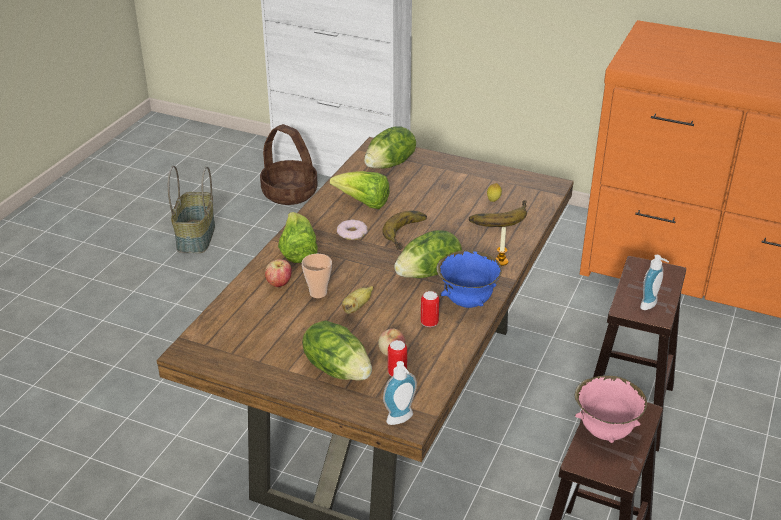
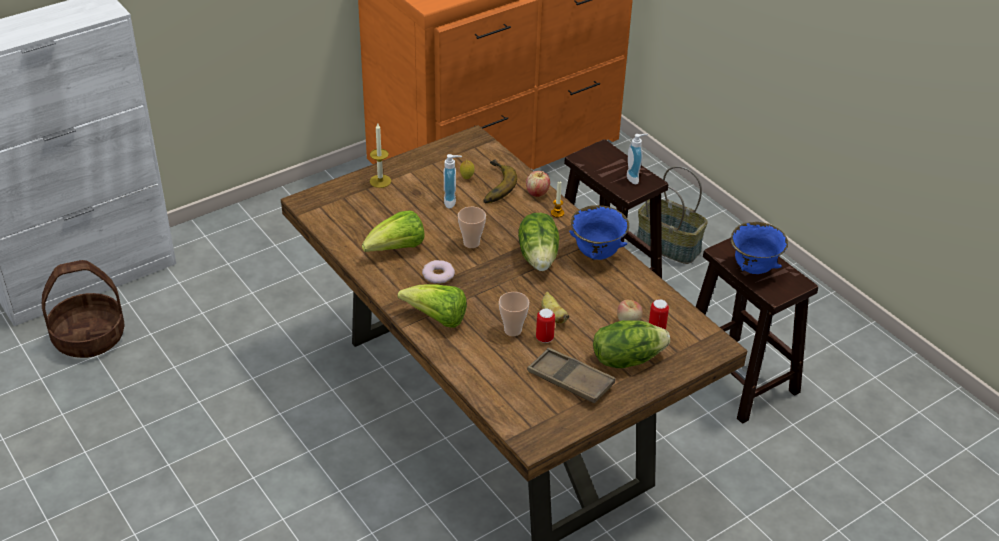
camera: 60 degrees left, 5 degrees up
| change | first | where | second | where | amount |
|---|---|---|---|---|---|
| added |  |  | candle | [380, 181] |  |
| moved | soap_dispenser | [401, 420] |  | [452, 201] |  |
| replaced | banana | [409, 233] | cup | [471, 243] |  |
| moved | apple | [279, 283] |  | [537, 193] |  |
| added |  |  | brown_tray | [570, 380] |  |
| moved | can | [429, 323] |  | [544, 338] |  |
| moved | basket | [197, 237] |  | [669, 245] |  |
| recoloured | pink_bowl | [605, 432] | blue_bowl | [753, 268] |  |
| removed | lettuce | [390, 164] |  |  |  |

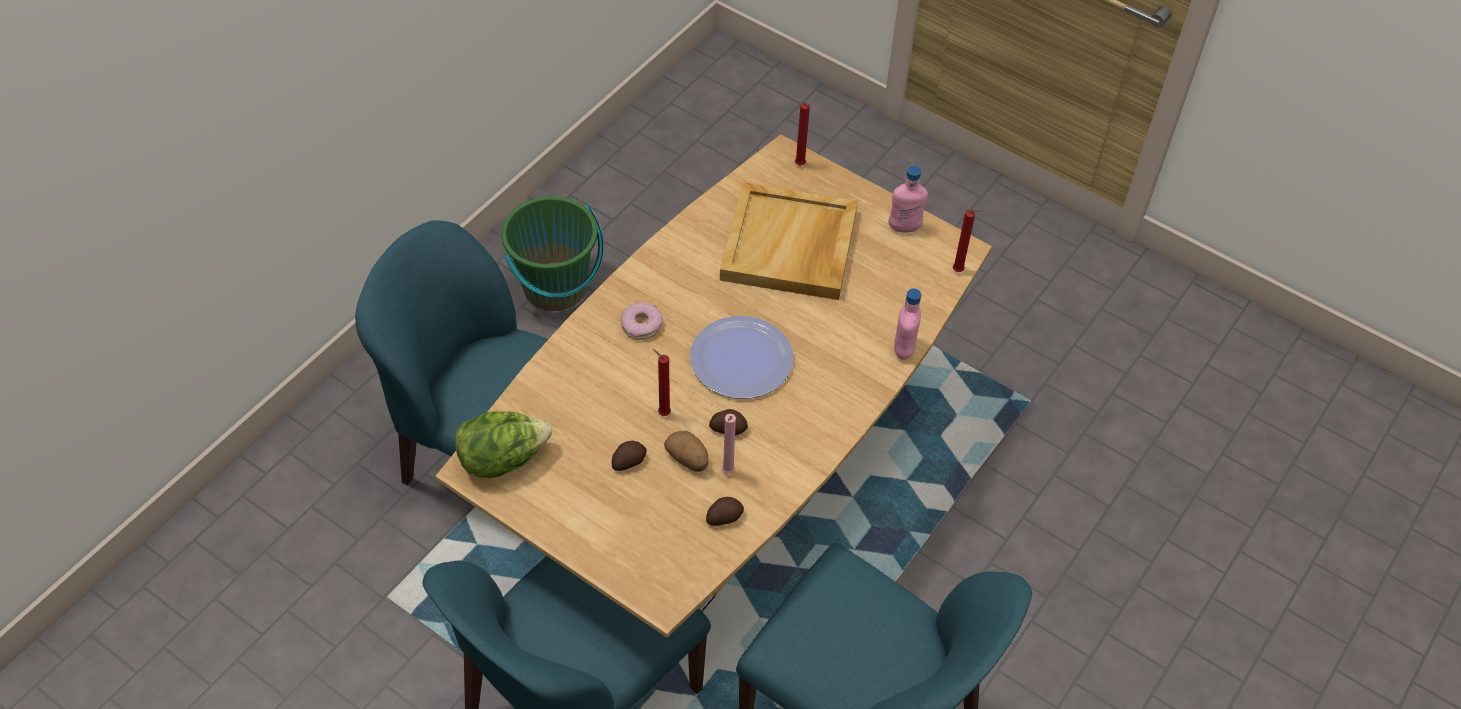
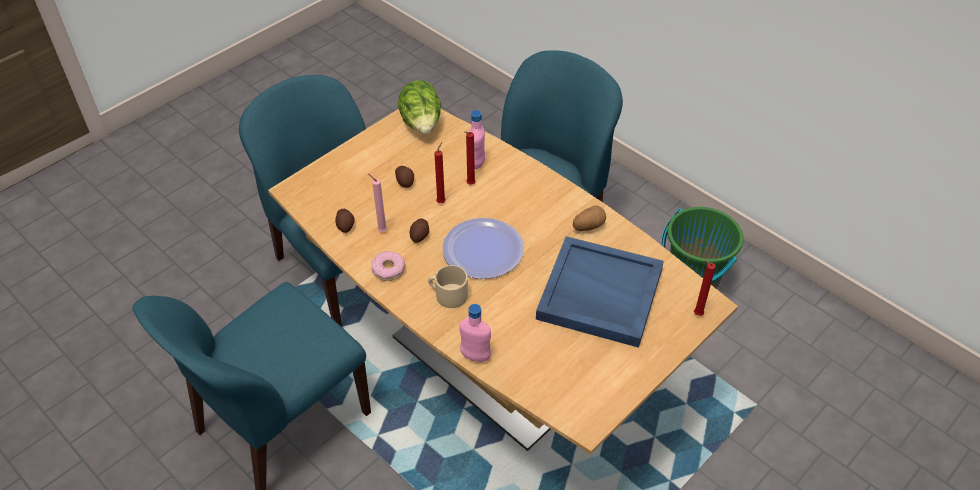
camera: 100 degrees right, 5 degrees down
| change | first | where | second | where | amount |
|---|---|---|---|---|---|
| moved | donut | [641, 325] |  | [388, 270] |  |
| added |  |  | beige_mug | [447, 294] |  |
| moved | red_candle | [959, 272] |  | [469, 185] |  |
| moved | pink_bottle | [904, 227] |  | [477, 162] |  |
| recoloured | beige_tray | [790, 246] | blue_tray | [598, 294] |  |
| moved | potato | [688, 459] |  | [588, 226] |  |

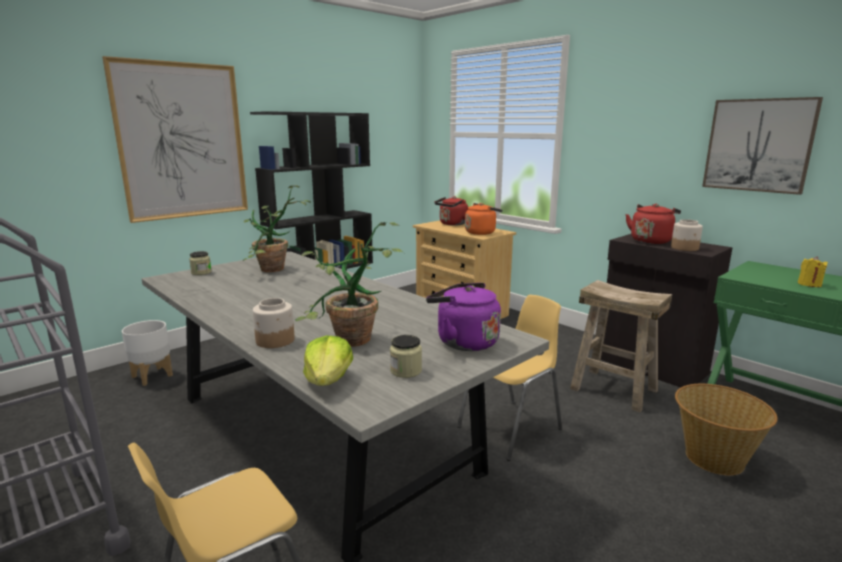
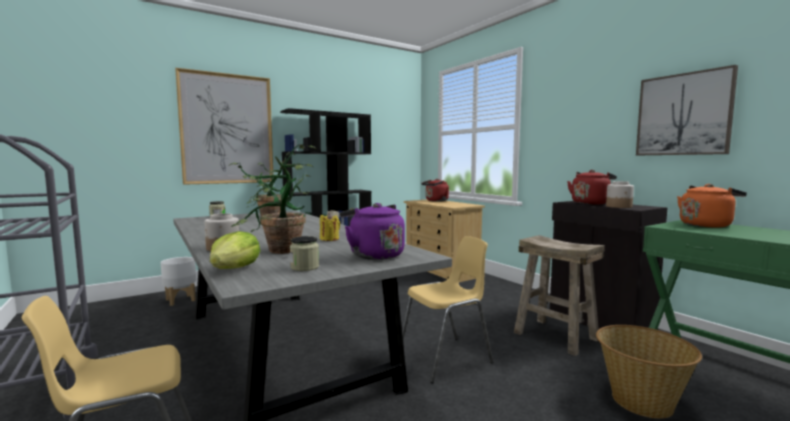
camera: 10 degrees right, 10 degrees down
| change | first | where | second | where | amount |
|---|---|---|---|---|---|
| moved | yellow_candle | [809, 284] |  | [329, 239] |  |
| moved | orange_kettle | [481, 232] |  | [706, 225] |  |

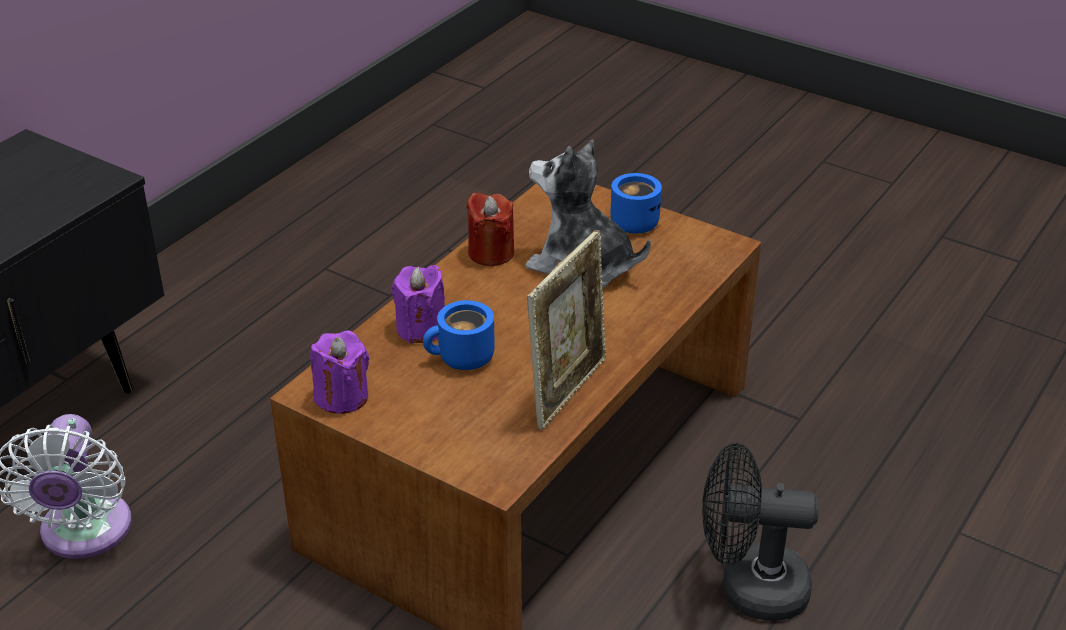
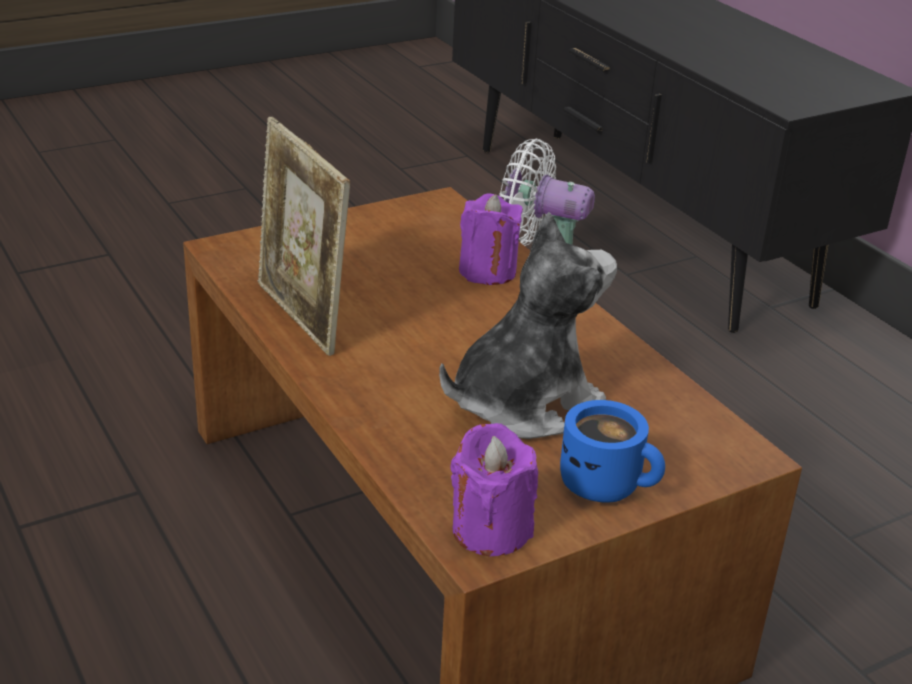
camera: 115 degrees right, 5 degrees down
| change | first | where | second | where | amount |
|---|---|---|---|---|---|
| moved | purple_candle | [342, 397] |  | [490, 530] |  |
| removed | blue_mug | [462, 359] |  |  |  |
| removed | red_candle | [491, 253] |  |  |  |
| removed | black_fan | [749, 588] |  |  |  |

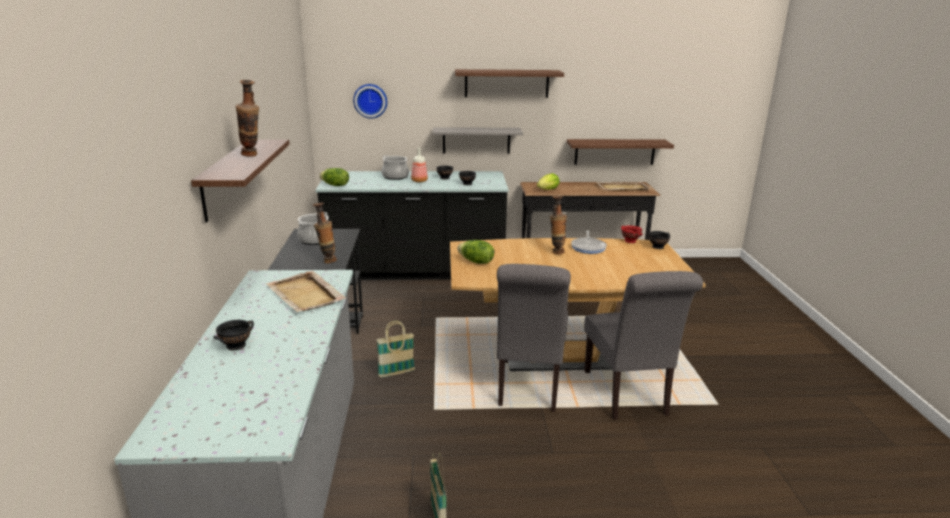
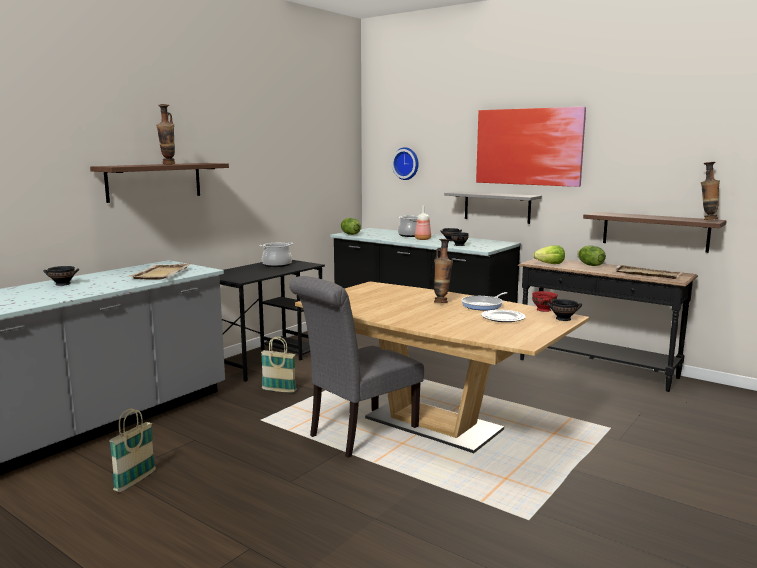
camera: 40 degrees right, 10 degrees down
| change | first | where | second | where | amount |
|---|---|---|---|---|---|
| replaced | shelf | [506, 83] | picture | [528, 147] |  |
| added |  |  | plate | [502, 318] |  |
| moved | lettuce | [476, 262] |  | [589, 265] |  |
| moved | vase | [327, 261] |  | [707, 220] |  |
| removed | grey_chair | [628, 396] |  |  |  |

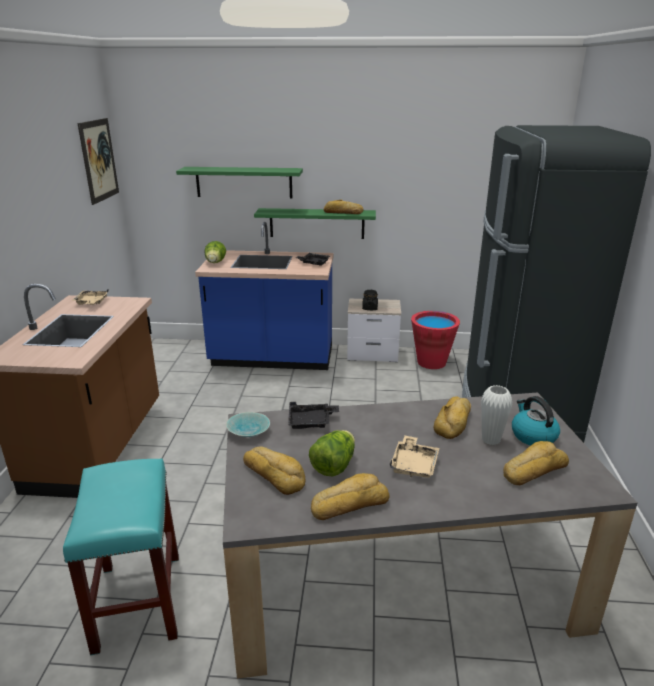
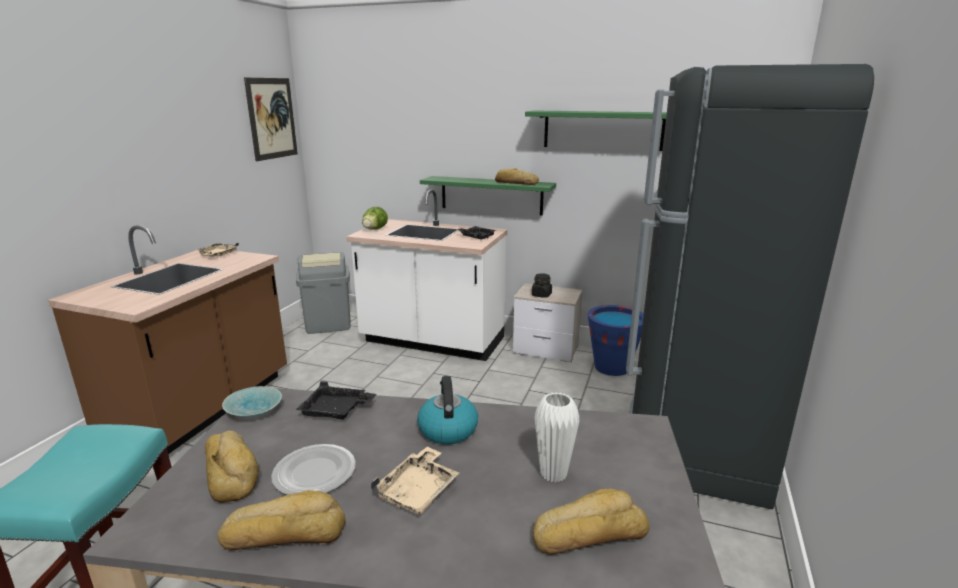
camera: 15 degrees right, 5 degrees down
| change | first | where | second | where | amount |
|---|---|---|---|---|---|
| replaced | lettuce | [334, 466] | plate | [313, 473] |  |
| added |  |  | grey_trash_can | [328, 324] |  |
| recoloured | blue_counter | [272, 359] | white_counter | [432, 342] |  |
| moved | kettle | [532, 435] |  | [447, 429] |  |
| moved | green_shelf | [244, 182] |  | [602, 130] |  |
| recoloured | red_bucket | [431, 362] | blue_bucket | [612, 367] |  |
| removed | bread | [454, 422] |  |  |  |

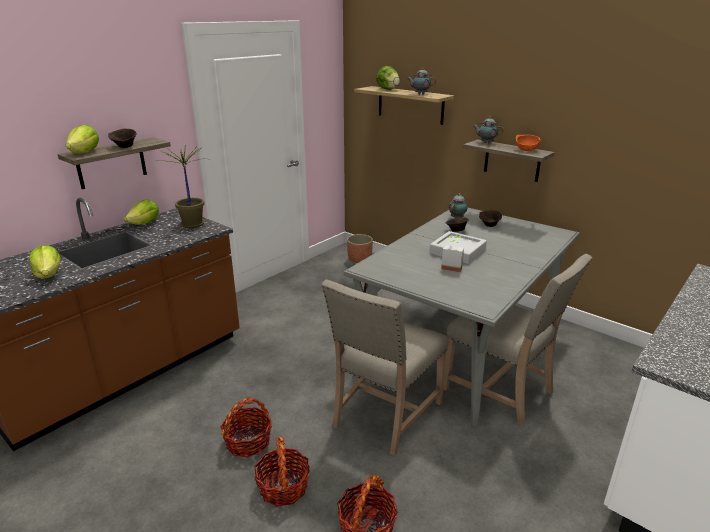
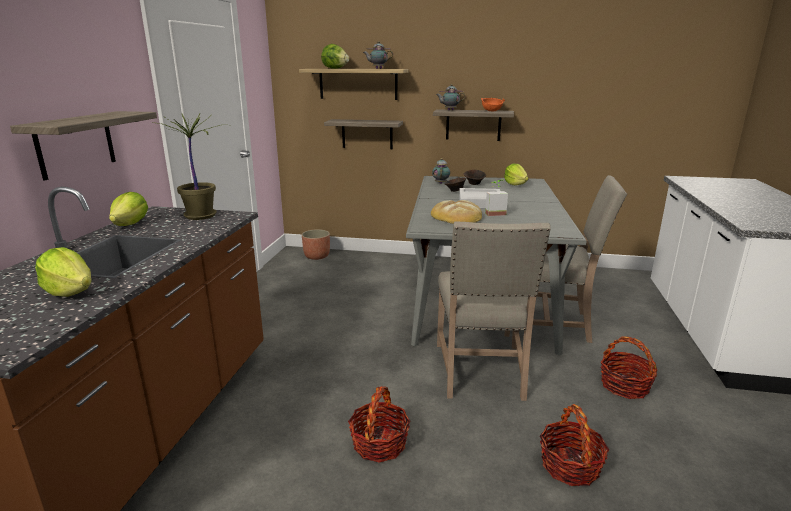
camera: 30 degrees left, 5 degrees down
| change | first | where | second | where | amount |
|---|---|---|---|---|---|
| added |  |  | shelf | [367, 134] |  |
| added |  |  | bread | [457, 217] |  |
| moved | lettuce | [85, 152] |  | [515, 184] |  |
| moved | basket | [283, 487] |  | [624, 386] |  |
| removed | brown_bowl | [125, 147] |  |  |  |

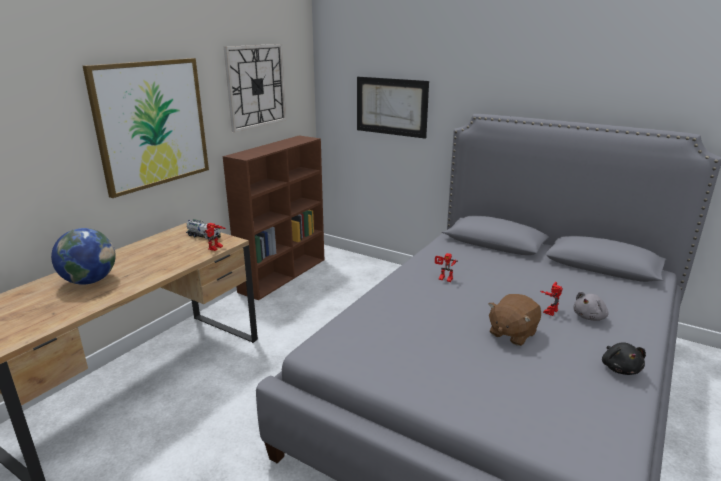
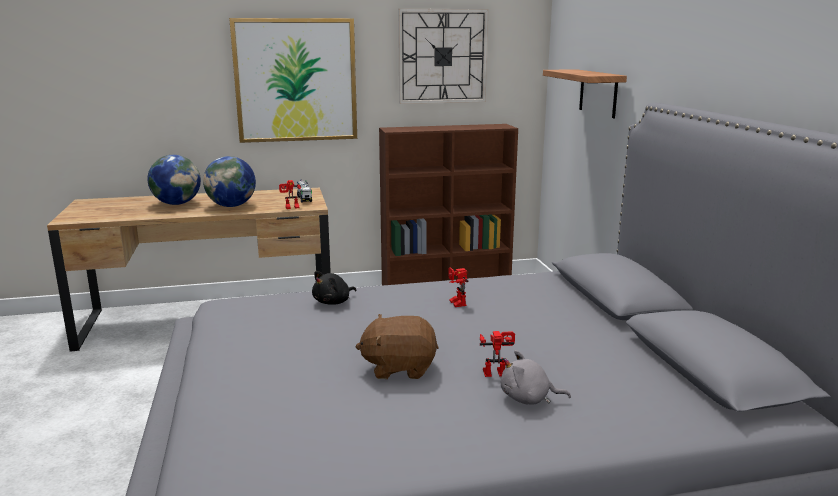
camera: 45 degrees right, 5 degrees down
| change | first | where | second | where | amount |
|---|---|---|---|---|---|
| added |  |  | globe | [232, 206] |  |
| moved | black_plush_toy | [620, 368] |  | [333, 302] |  |
| replaced | picture | [391, 106] | shelf | [598, 93] |  |

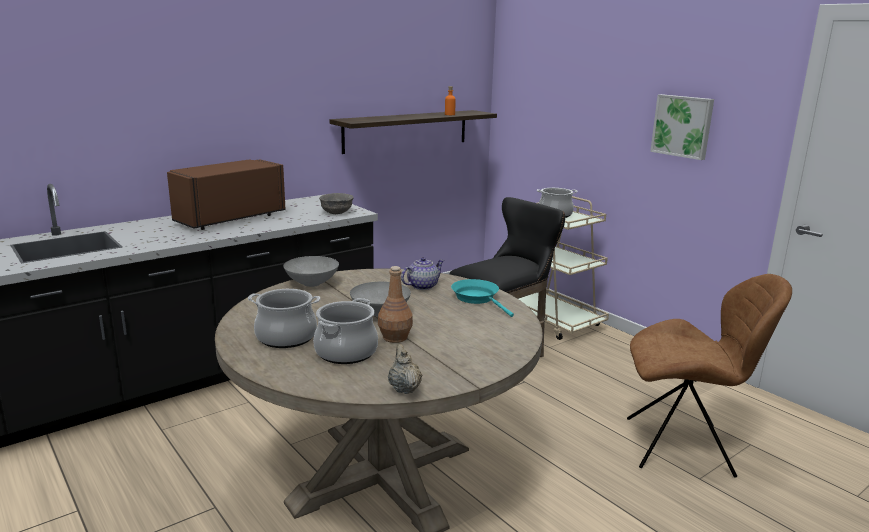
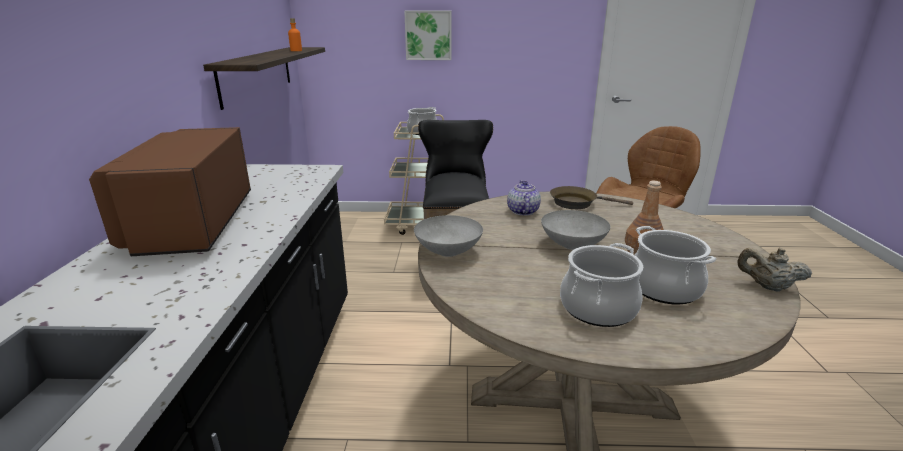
camera: 50 degrees left, 5 degrees up
| change | first | where | second | where | amount |
|---|---|---|---|---|---|
| moved | picture | [682, 126] |  | [428, 35] |  |
| recoloured | turquoise_frying_pan | [477, 298] | brown_frying_pan | [577, 203] |  |
| removed | grey_bowl | [337, 212] |  |  |  |

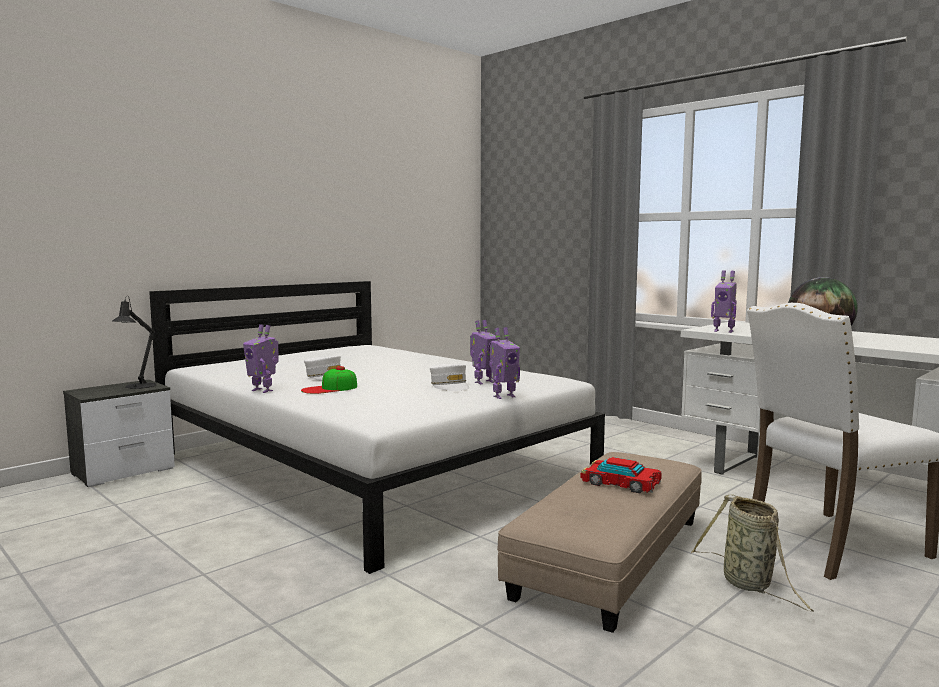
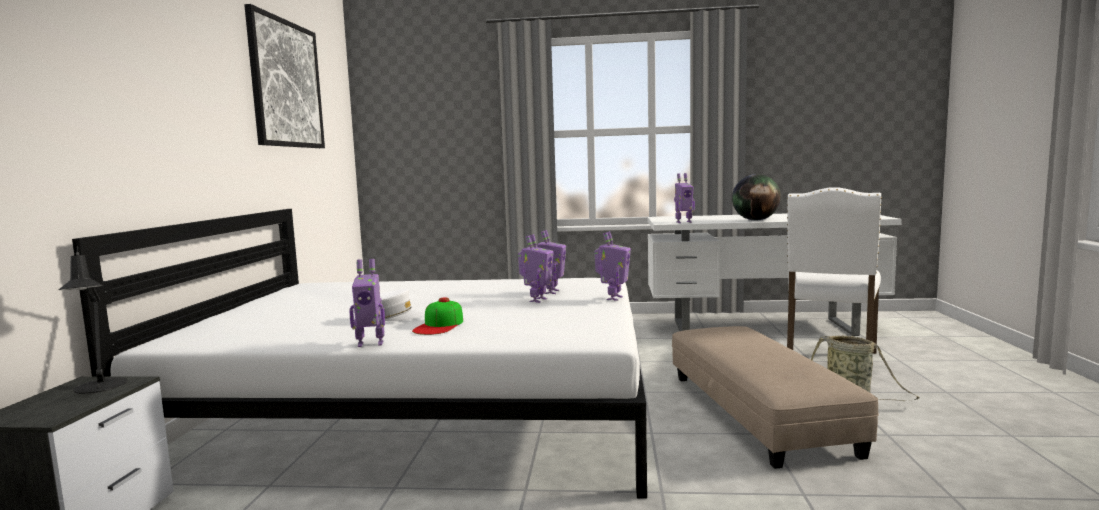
camera: 40 degrees left, 0 degrees up
| change | first | where | second | where | amount |
|---|---|---|---|---|---|
| added |  |  | picture | [286, 84] |  |
| replaced | white_cap | [450, 386] | toy_robot | [537, 300] |  |
| removed | toy_car | [620, 483] |  |  |  |

